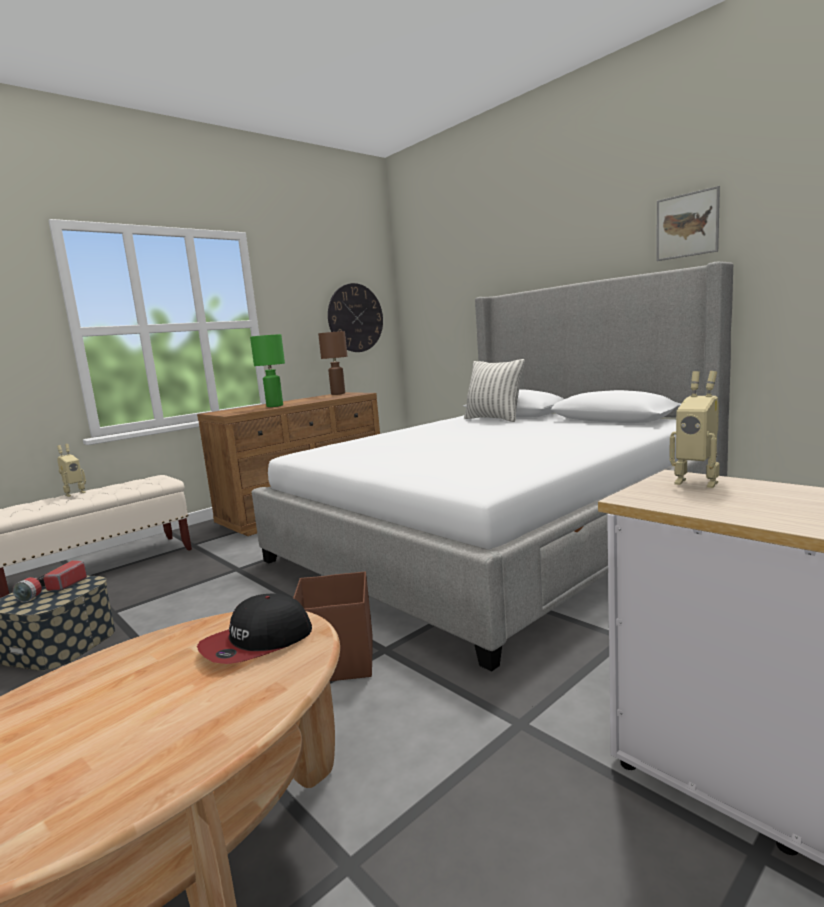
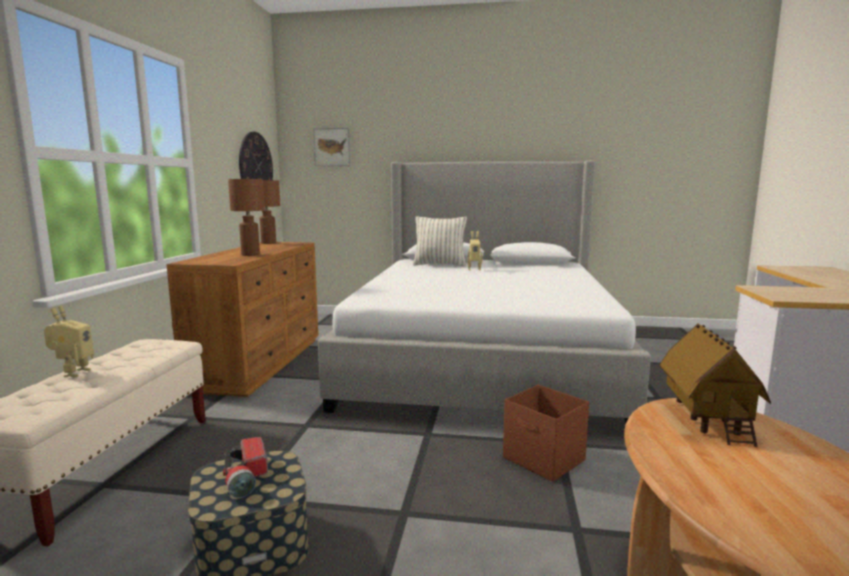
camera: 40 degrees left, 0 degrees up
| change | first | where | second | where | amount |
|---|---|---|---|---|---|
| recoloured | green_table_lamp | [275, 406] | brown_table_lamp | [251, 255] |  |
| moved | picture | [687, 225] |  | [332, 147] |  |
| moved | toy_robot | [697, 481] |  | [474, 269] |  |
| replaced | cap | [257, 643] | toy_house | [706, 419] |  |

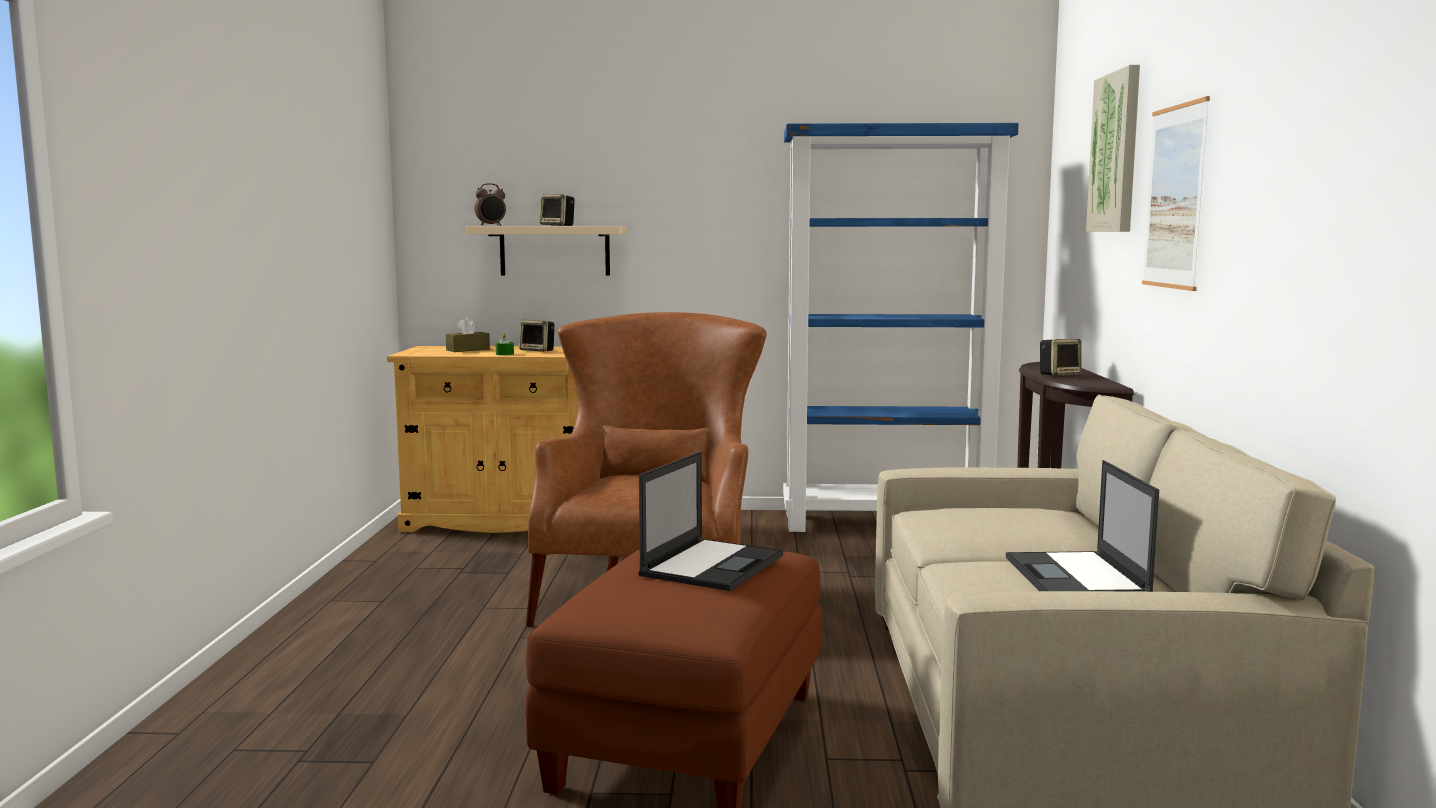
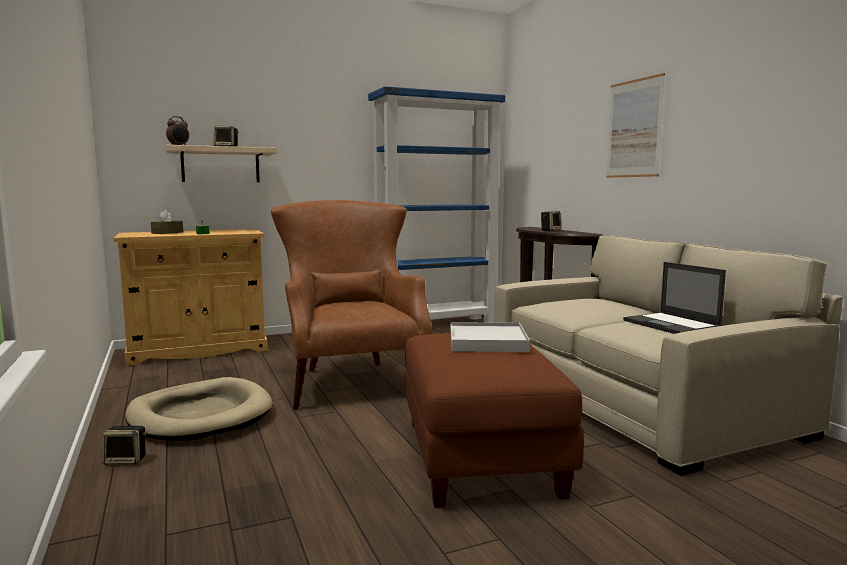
camera: 25 degrees left, 0 degrees up
| change | first | where | second | where | amount |
|---|---|---|---|---|---|
| moved | speaker | [538, 350] |  | [126, 460] |  |
| added |  |  | beige_dog_bed | [200, 415] |  |
| replaced | laptop | [713, 565] | white_tray | [487, 341] |  |
| removed | picture | [1116, 153] |  |  |  |

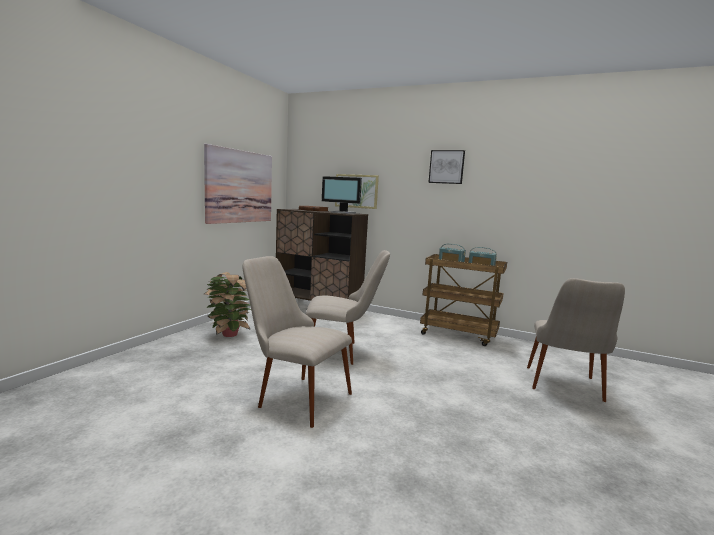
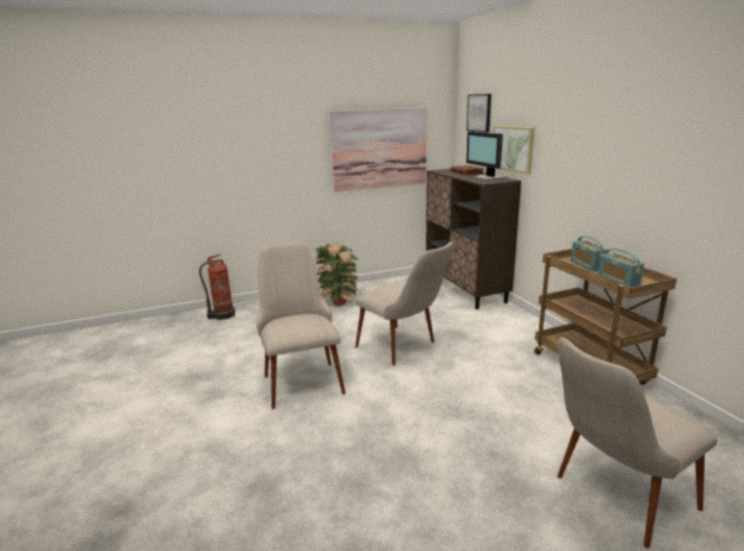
camera: 45 degrees right, 10 degrees up
| change | first | where | second | where | amount |
|---|---|---|---|---|---|
| added |  |  | fire_extinguisher | [223, 315] |  |
| moved | picture | [446, 167] |  | [479, 113] |  |

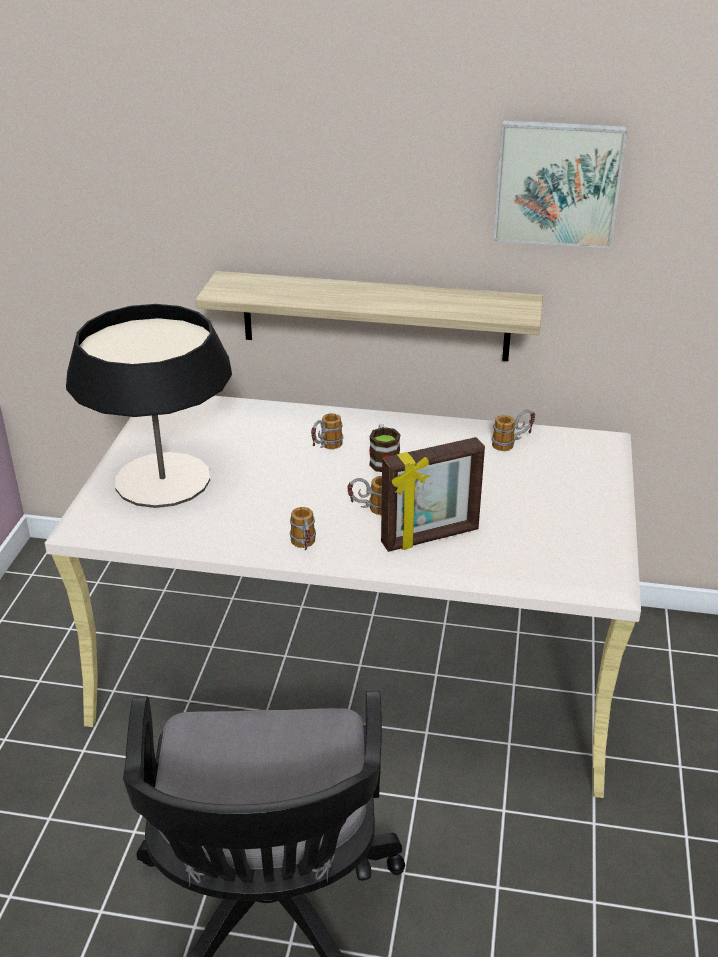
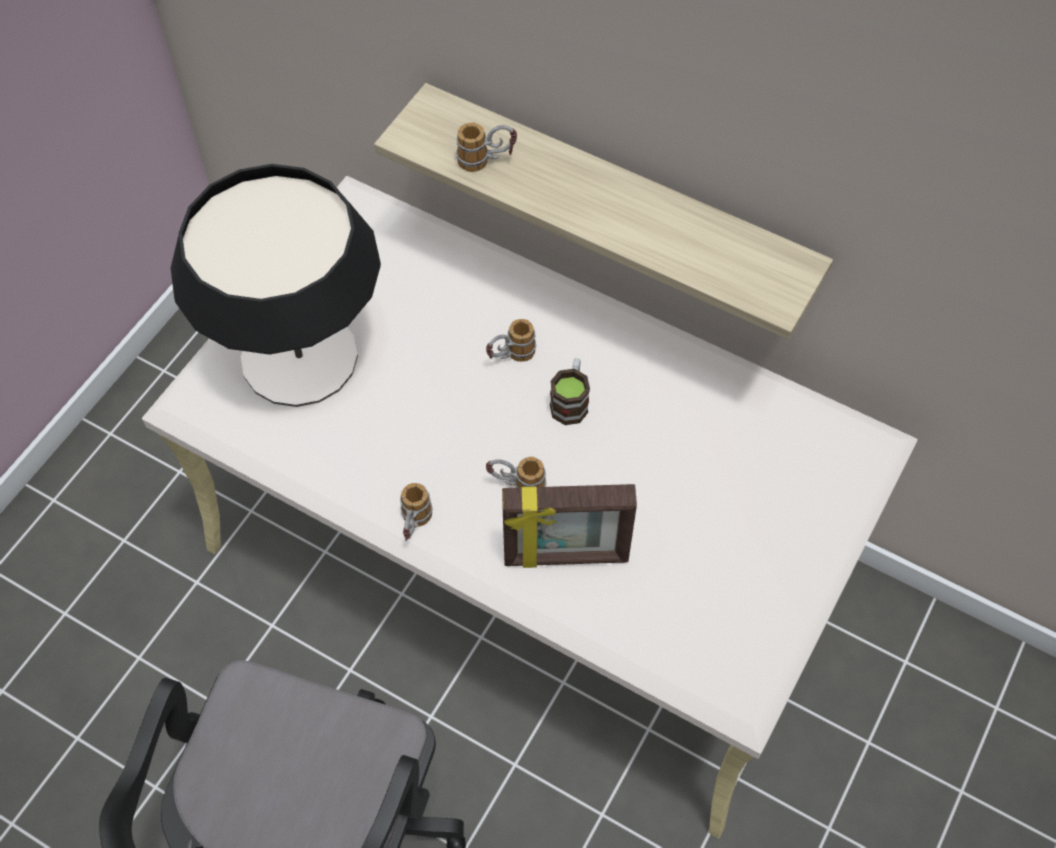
camera: 20 degrees right, 25 degrees up
| change | first | where | second | where | amount |
|---|---|---|---|---|---|
| moved | mug | [512, 444] |  | [487, 161] |  |
| removed | picture | [558, 182] |  |  |  |

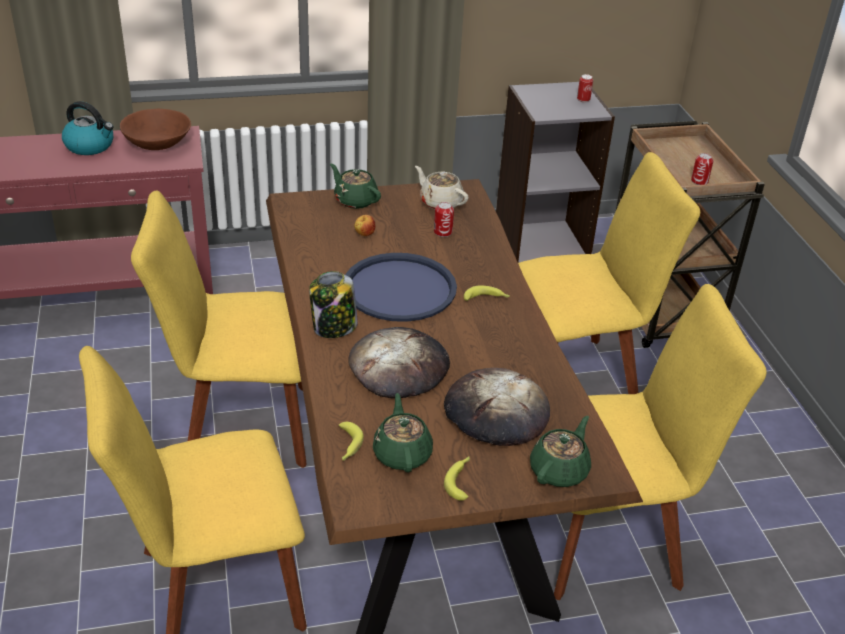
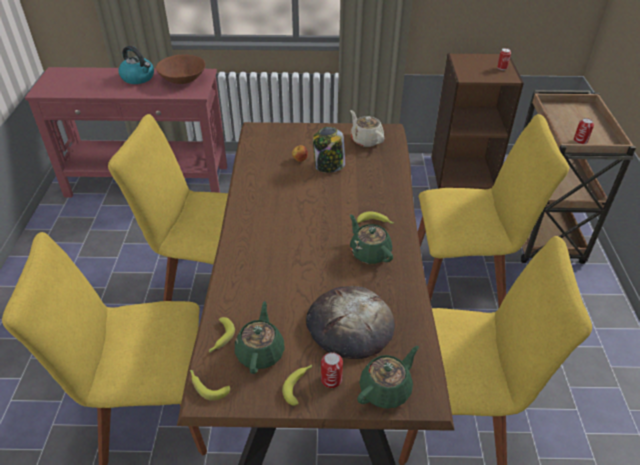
camera: 15 degrees right, 5 degrees up
| change | first | where | second | where | amount |
|---|---|---|---|---|---|
| added |  |  | banana | [207, 386] |  |
| moved | jar | [334, 327] |  | [329, 166] |  |
| moved | can | [443, 232] |  | [331, 379] |  |
| moved | green_teapot | [355, 200] |  | [369, 252] |  |
| recoloured | grey_bookcase | [541, 243] | brown_bookcase | [462, 172] |  |
| removed | blue_tray | [399, 288] |  |  |  |
| removed | bread | [399, 367] |  |  |  |

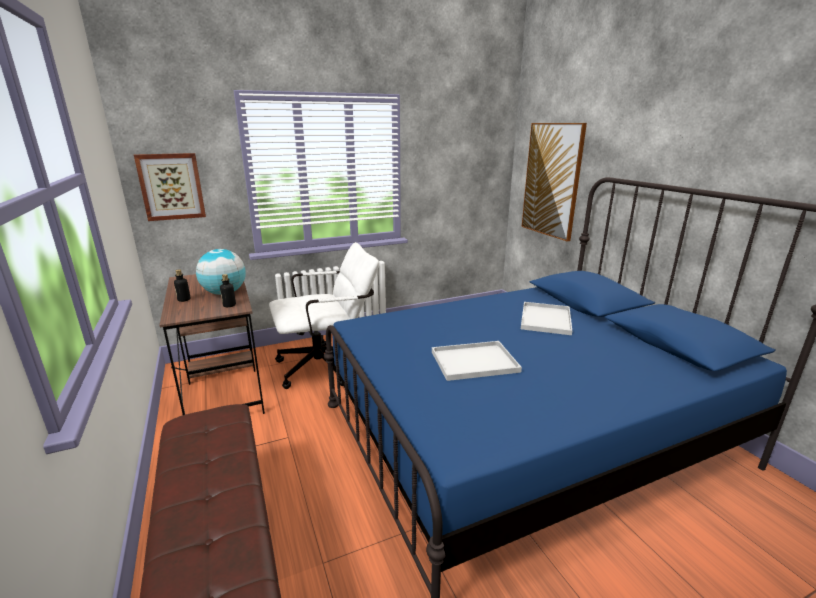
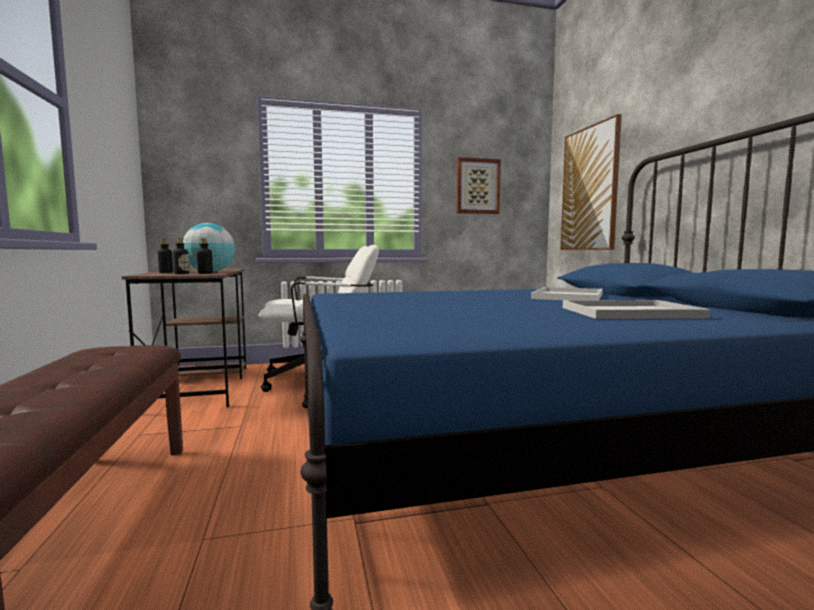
camera: 10 degrees right, 15 degrees down
| change | first | where | second | where | amount |
|---|---|---|---|---|---|
| added |  |  | bottle | [181, 274] |  |
| moved | picture | [171, 186] |  | [477, 186] |  |
| moved | white_tray | [473, 362] |  | [628, 312] |  |

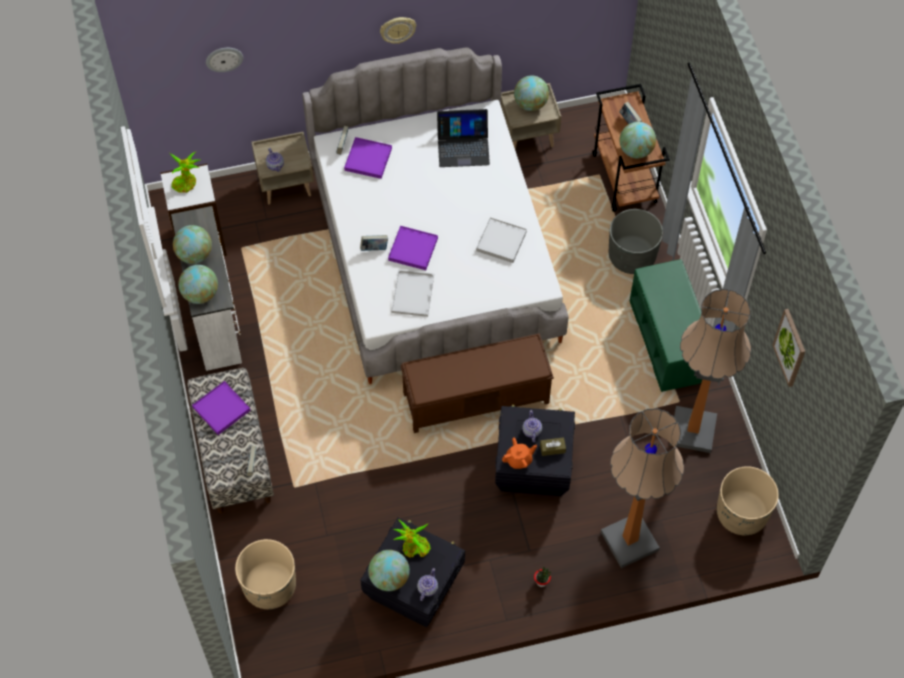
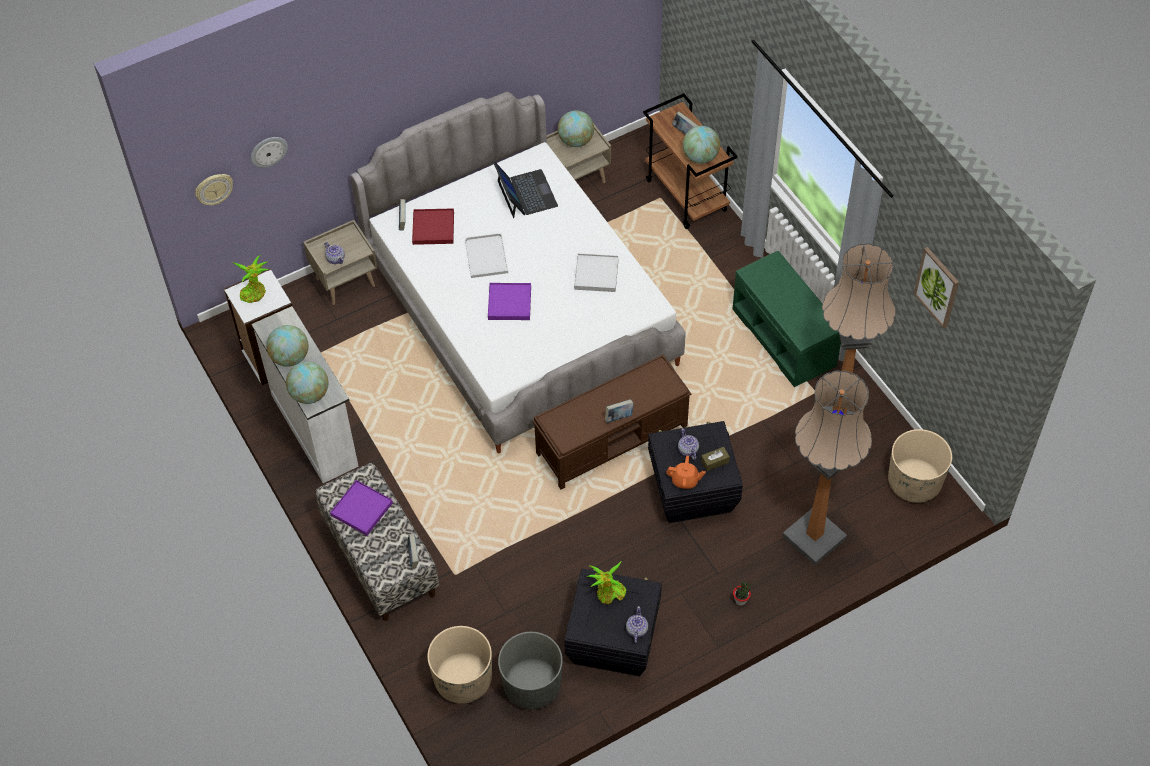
camera: 15 degrees left, 5 degrees down
| change | first | where | second | where | amount |
|---|---|---|---|---|---|
| moved | wall_clock | [397, 29] |  | [214, 189] |  |
| recoloured | purple_tray | [368, 159] | red_tray | [433, 228] |  |
| moved | white_tray | [412, 293] |  | [485, 255] |  |
| turned | laptop | [463, 147] |  | [526, 194] | 90 degrees counterclockwise |
| moved | grey_planter | [632, 256] |  | [532, 685] |  |
| moved | book | [374, 248] |  | [619, 417] |  |
| turned | orange_teapot | [519, 460] |  | [685, 481] | 45 degrees clockwise |
| removed | globe | [389, 578] |  |  |  |

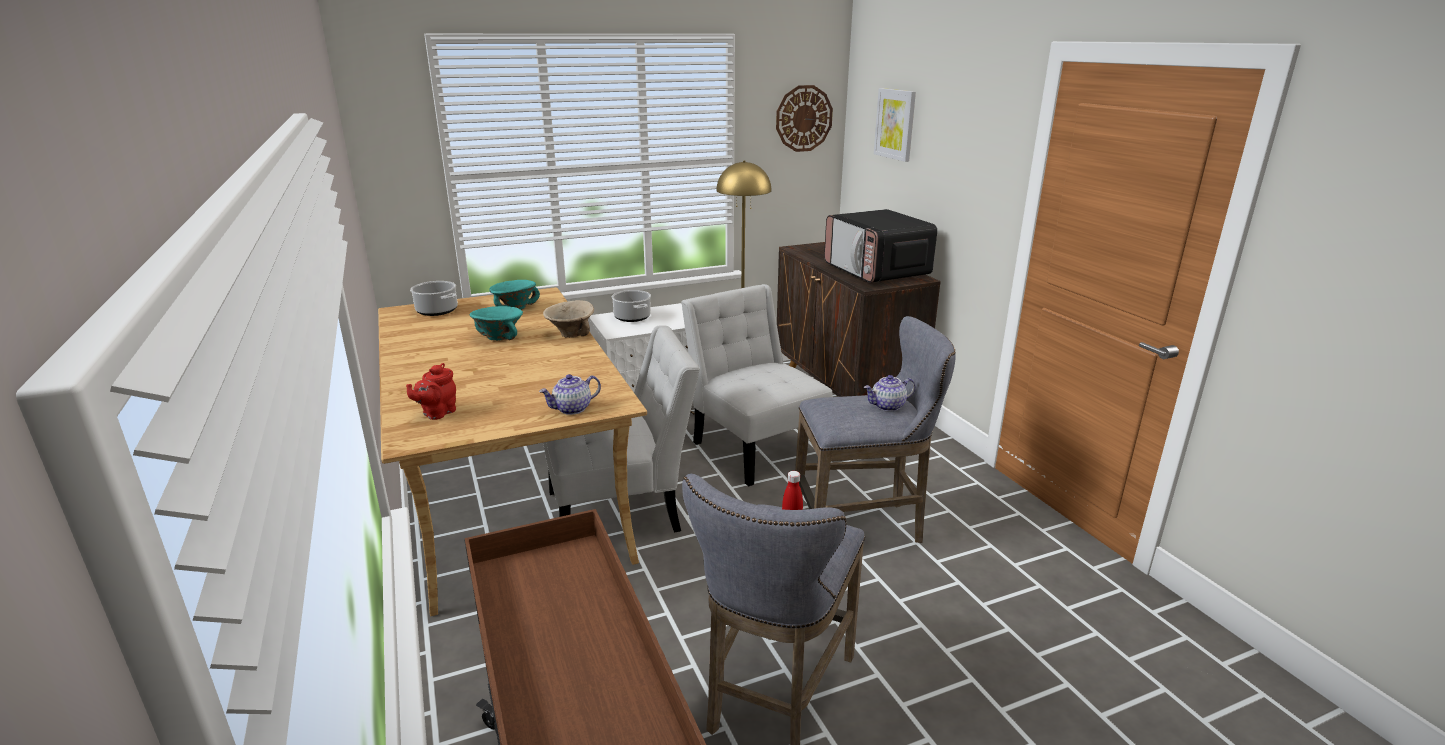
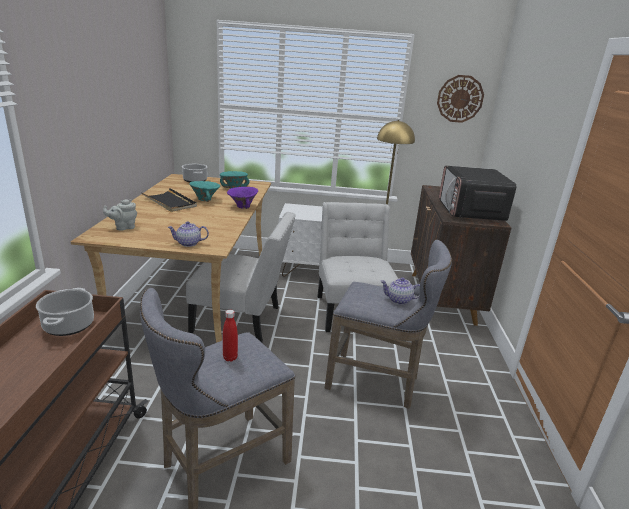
camera: 25 degrees right, 0 degrees up
| change | first | where | second | where | amount |
|---|---|---|---|---|---|
| moved | cooking_pot | [632, 317] |  | [69, 326] |  |
| recoloured | red_teapot | [437, 413] | grey_teapot | [123, 227] |  |
| added |  |  | black_tray | [170, 202] |  |
| recoloured | beige_bowl | [570, 335] | purple_bowl | [242, 207] |  |
| removed | picture | [895, 124] |  |  |  |

